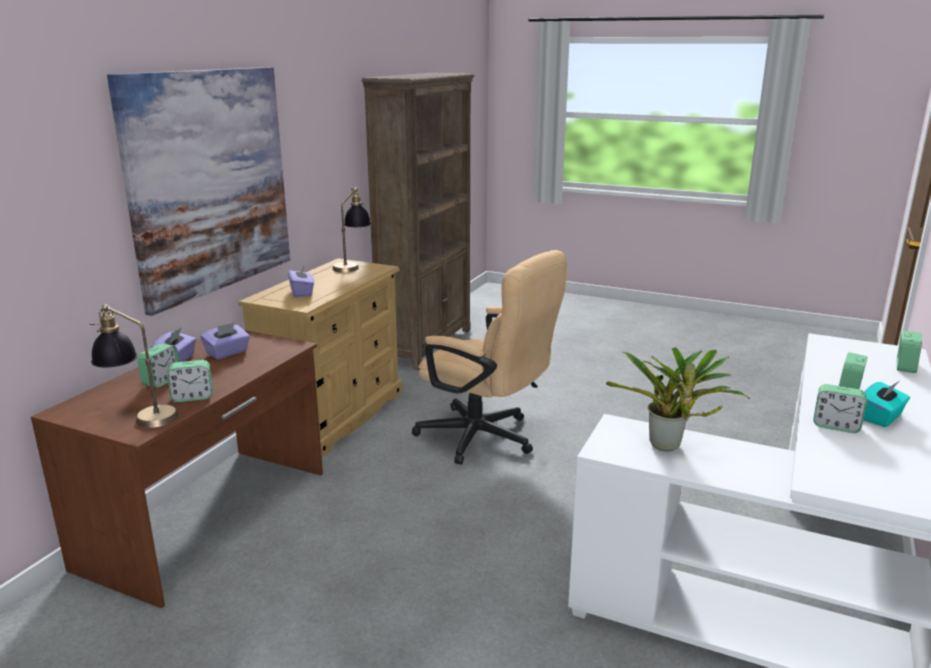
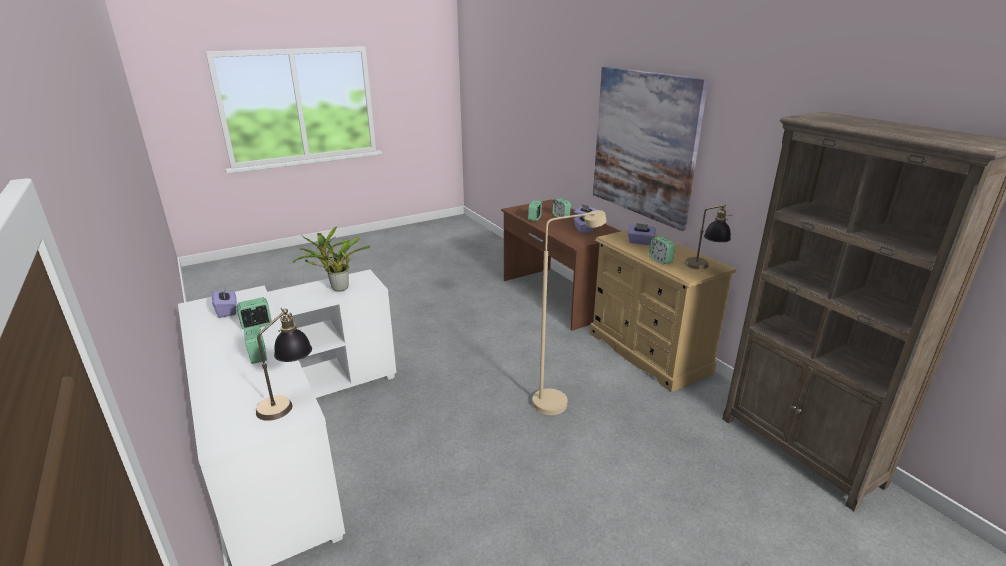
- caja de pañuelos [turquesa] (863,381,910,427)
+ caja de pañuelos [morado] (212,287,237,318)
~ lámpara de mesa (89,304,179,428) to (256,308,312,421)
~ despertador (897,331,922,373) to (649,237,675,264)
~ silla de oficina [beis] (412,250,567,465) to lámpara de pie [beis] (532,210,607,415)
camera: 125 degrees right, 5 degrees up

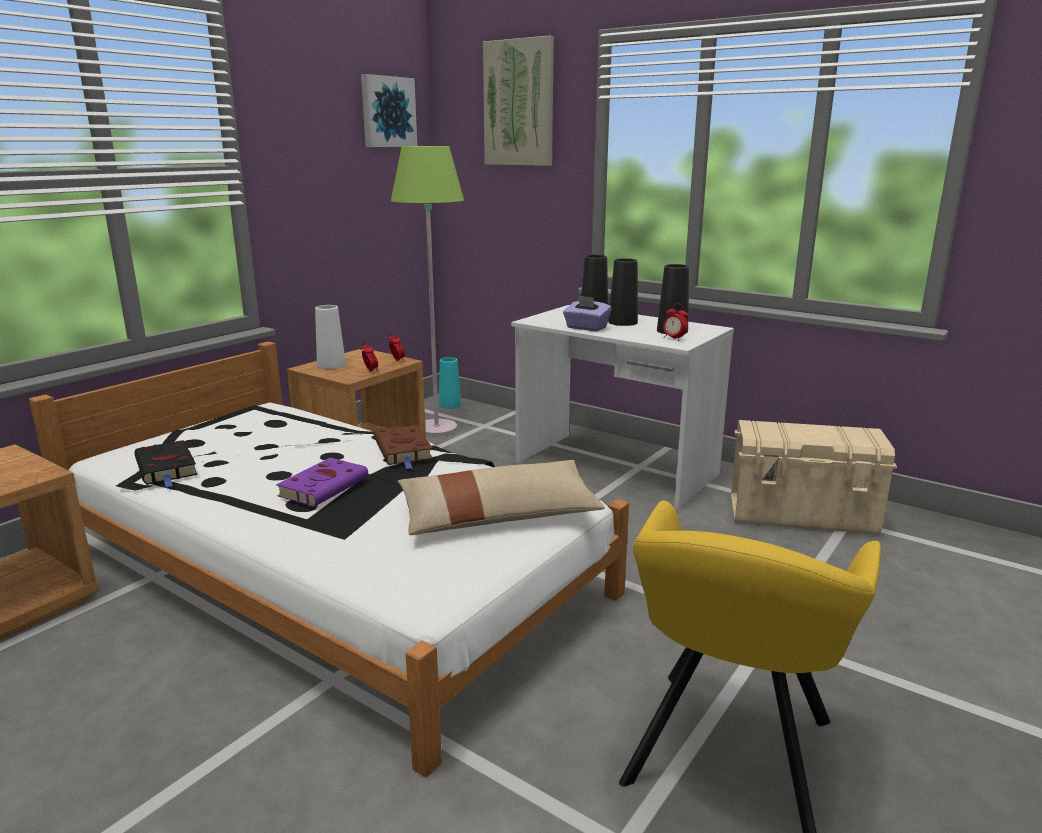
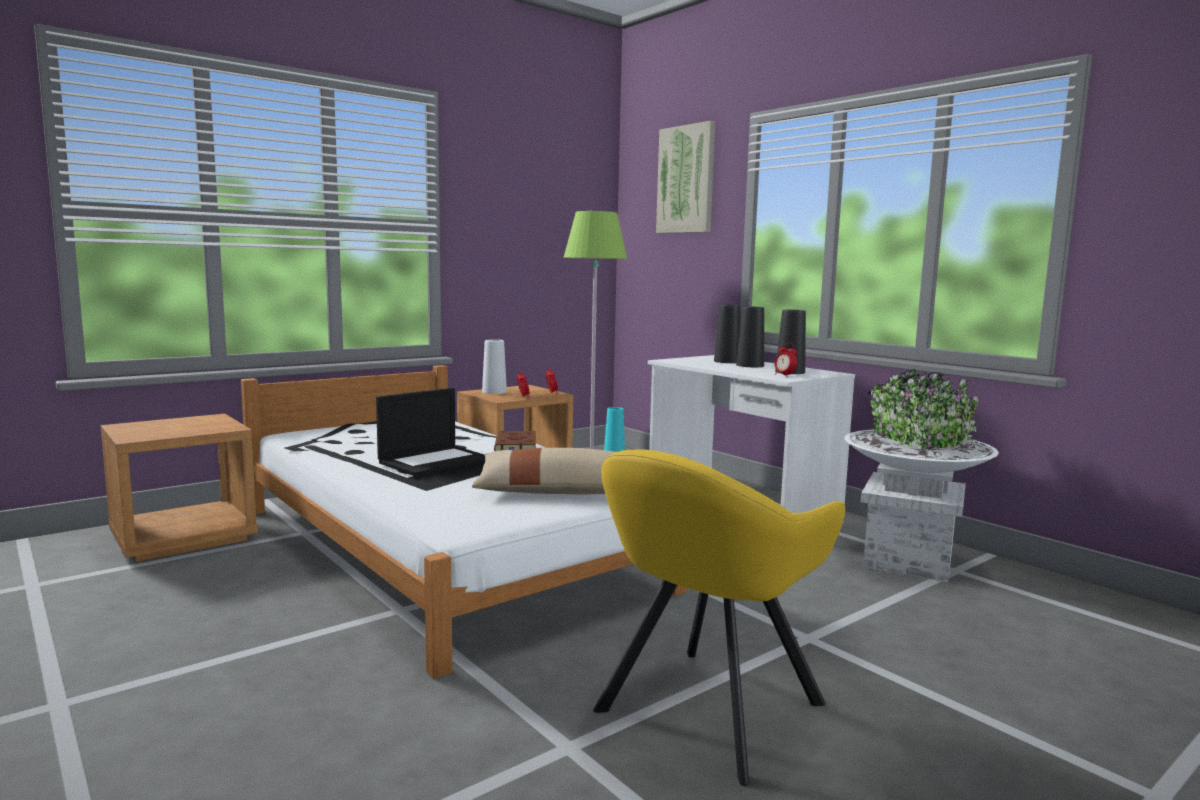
- libro [negro] (134,440,197,488)
- cuadro (361,74,417,147)
- caja de pañuelos [morado] (563,295,612,331)
~ libro [morado] (276,458,368,507) to portátil (376,388,485,476)
~ caja de almacenaje [beis] (731,420,897,534) to maceta [blanco] (844,369,999,582)
camera: 15 degrees right, 10 degrees down

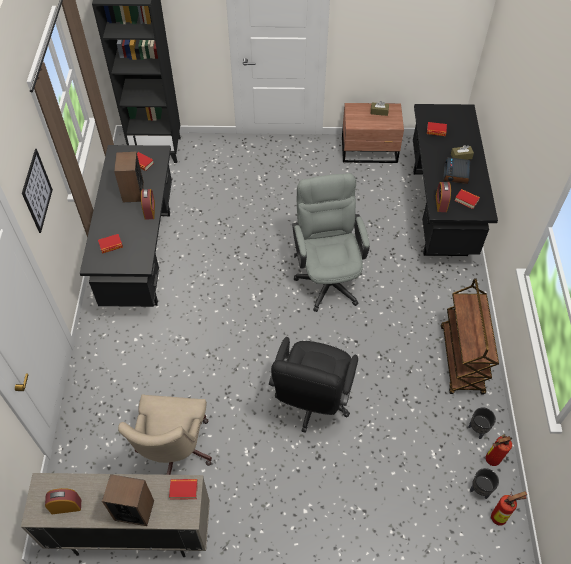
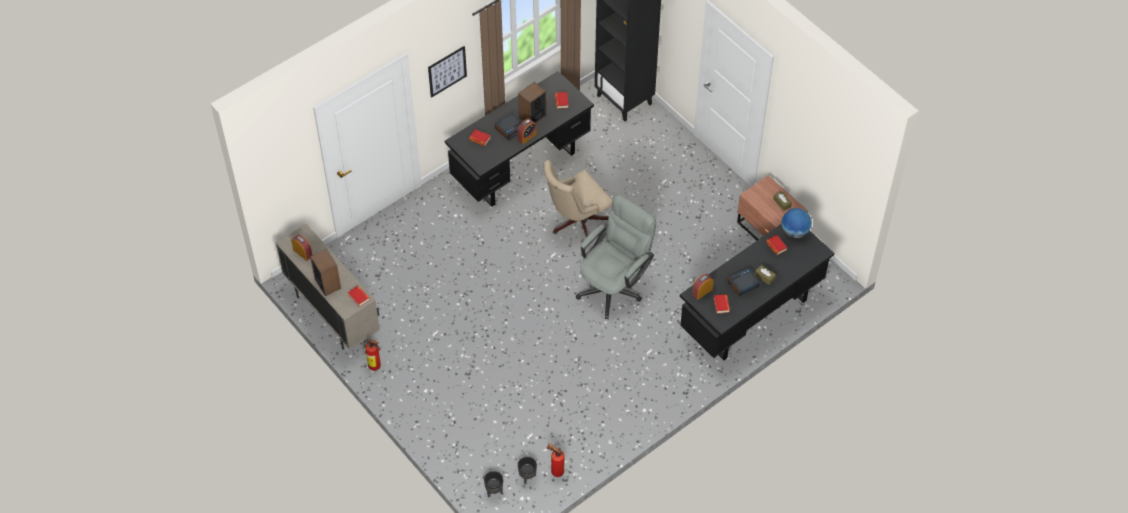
- silla de oficina [negro] (269,337,358,433)
- carrito [marrón] (441,278,499,395)
+ despertador (495,113,523,141)
+ globo terráqueo (781,208,812,238)
~ silla de oficina [beis] (118,394,212,475) to (543,160,612,238)
~ maceta [negro] (468,408,496,439) to (484,471,503,497)
~ extintor (491,491,527,526) to (365,339,381,371)
camera: 50 degrees right, 0 degrees up

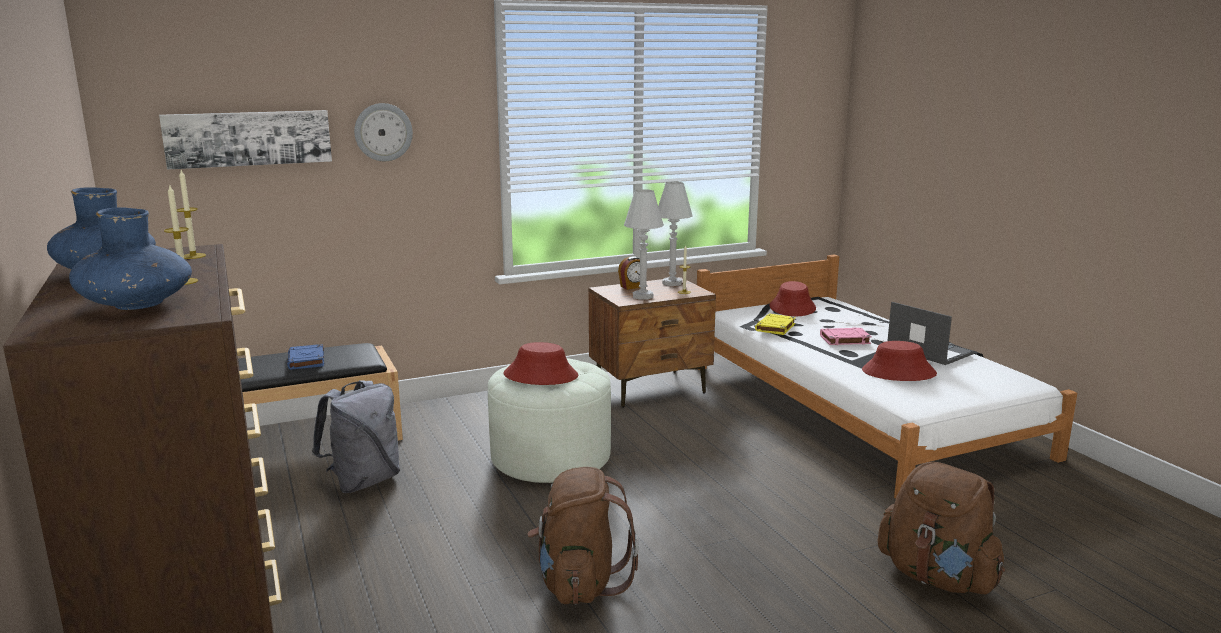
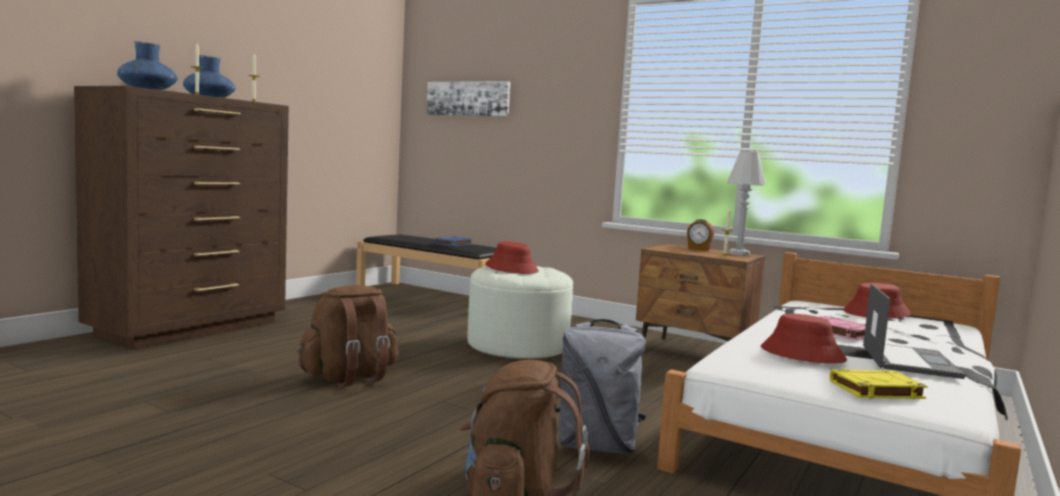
- reloj de pared (354,103,413,161)
- lámpara de mesa [blanco] (624,189,664,300)
~ mochila [gris] (312,380,400,493) to (556,319,646,453)
~ libro [amarillo] (755,314,796,335) to (830,369,927,399)
camera: 55 degrees right, 10 degrees down

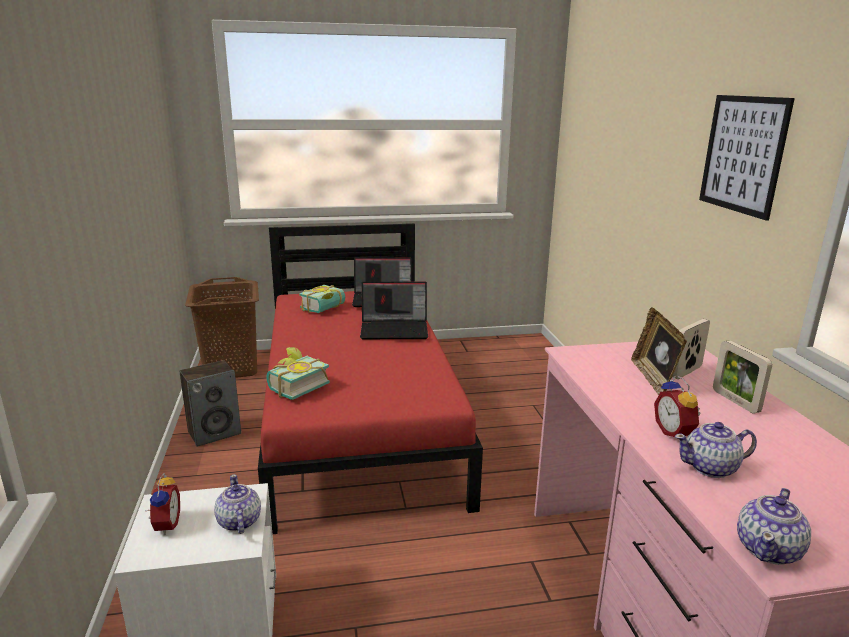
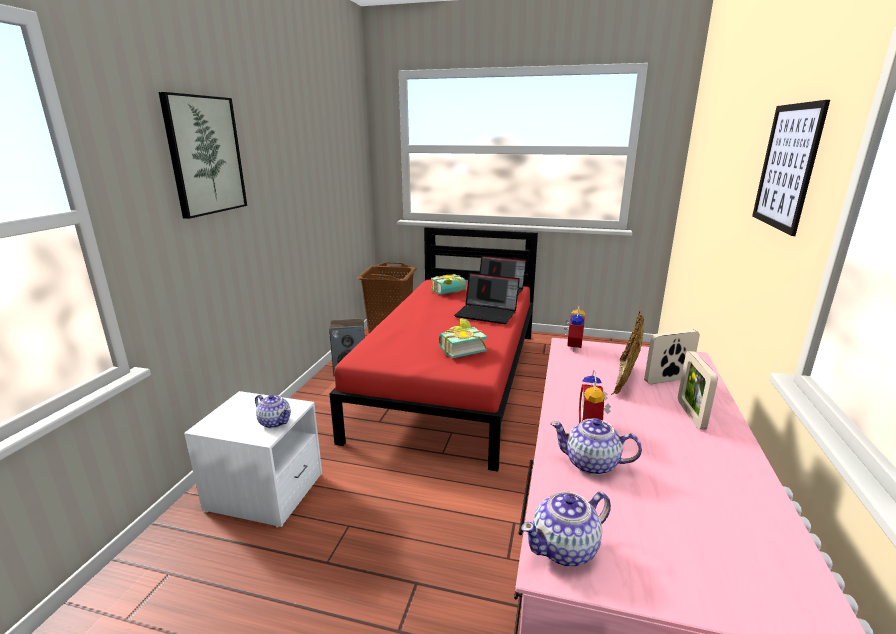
+ cuadro (159,92,247,219)
~ despertador (146,473,180,535) to (563,305,585,351)
~ libro (266,347,330,400) to (439,319,487,358)
~ tetera (214,474,261,534) = (255,394,291,428) 120 degrees clockwise
camera: 25 degrees right, 0 degrees up

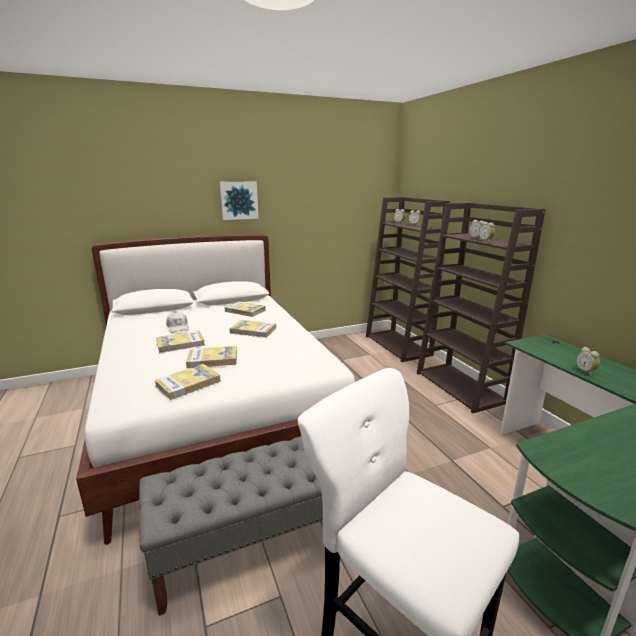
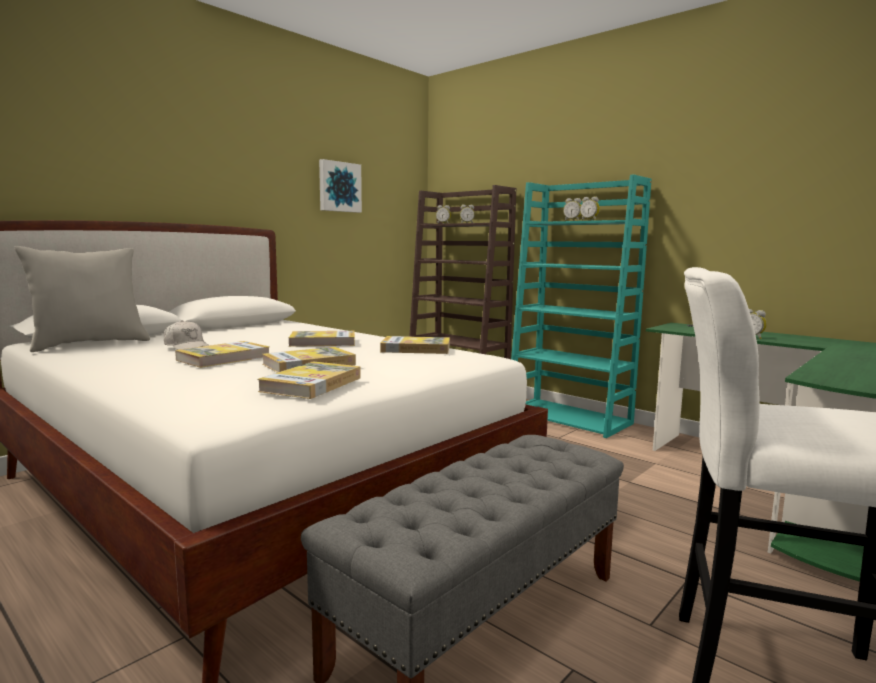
+ cojín [gris] (14,246,150,352)
~ cuadro (219,182,259,220) to (319,159,362,213)
~ libro (225,301,266,317) to (380,336,450,354)
~ estantería [marrón] (417,203,546,413) to estantería [turquesa] (511,174,652,438)
camera: 25 degrees left, 10 degrees down

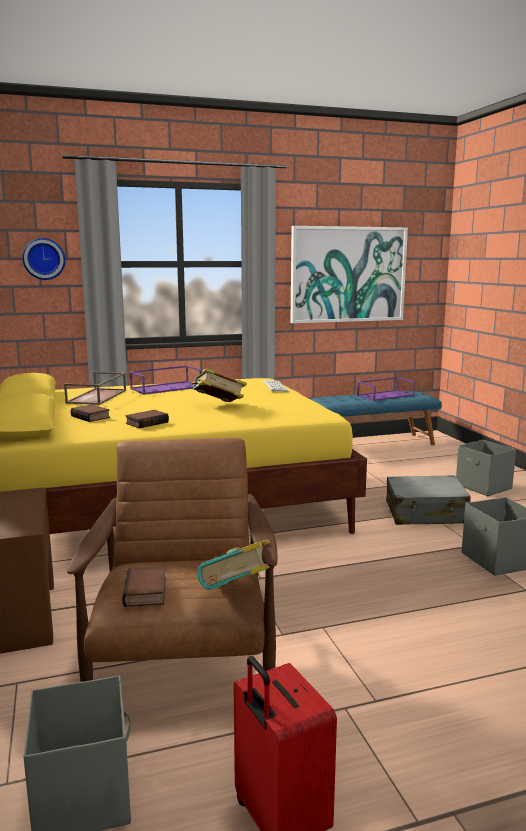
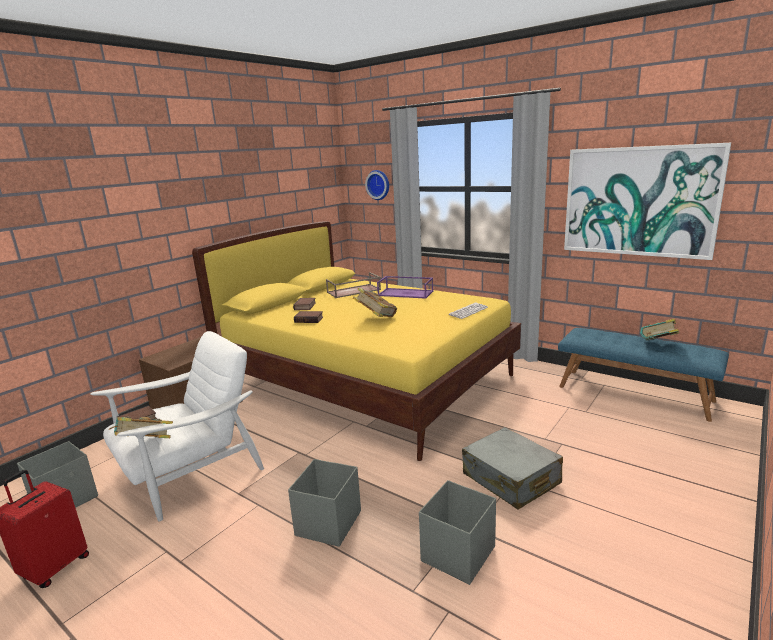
~ caja de almacenaje [gris] (456,440,516,496) to (288,459,361,547)
~ bandeja [morado] (357,377,415,401) to libro (640,318,679,340)
~ sillón [marrón] (67,438,278,682) to sillón [blanco] (90,331,264,521)
camera: 55 degrees right, 5 degrees up

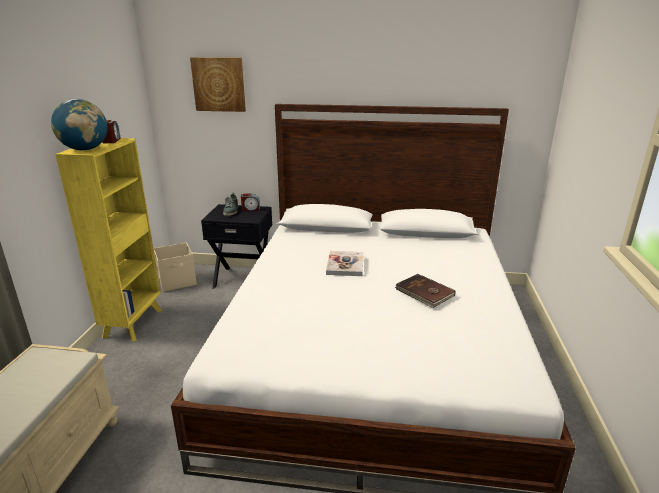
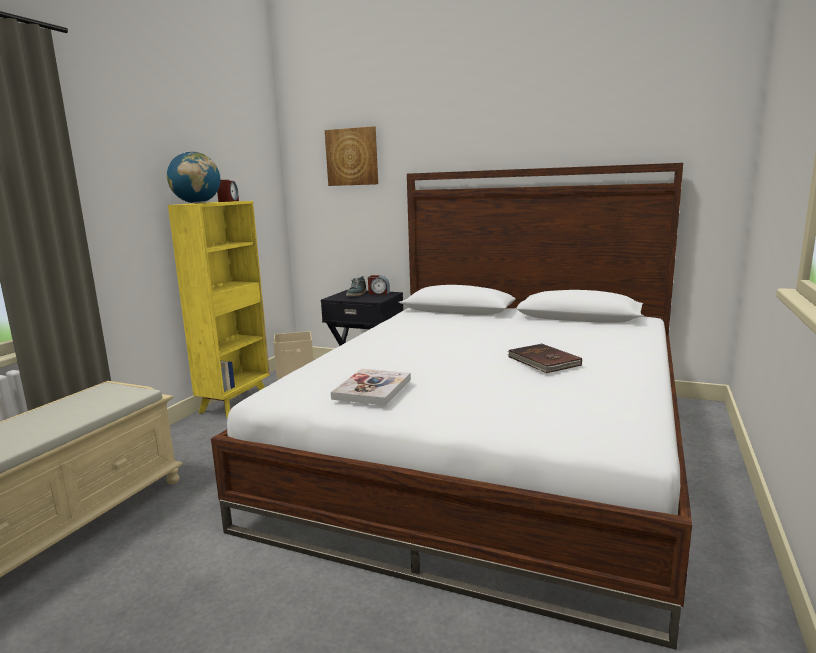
~ libro (326,251,364,276) to (331,369,411,405)
camera: 15 degrees right, 10 degrees down

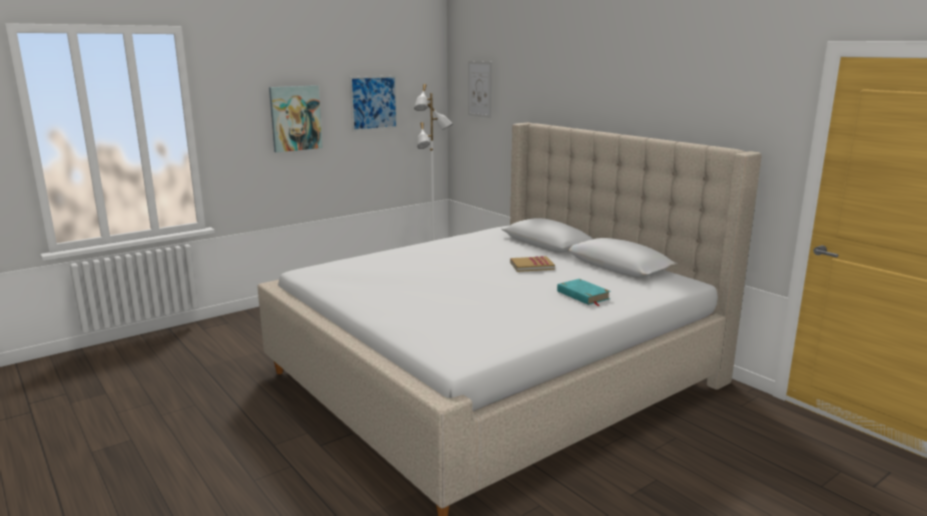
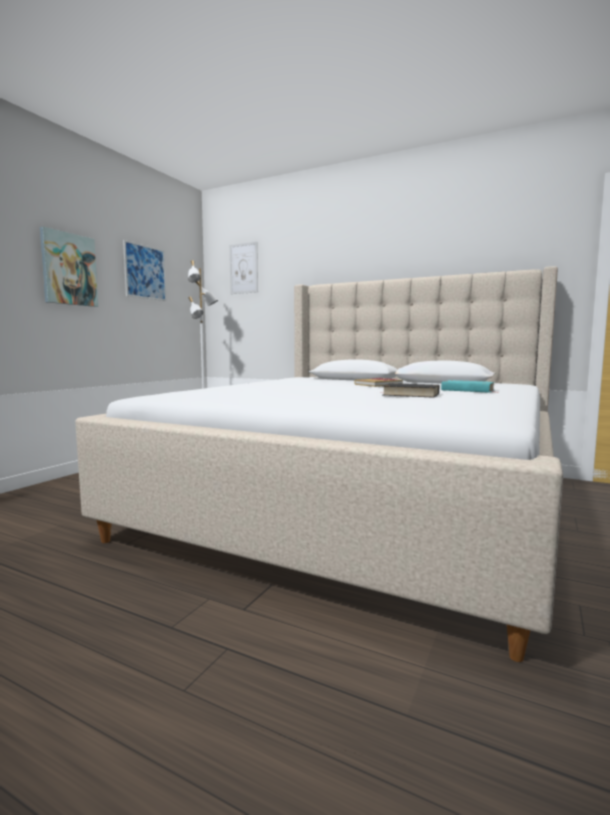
+ libro [negro] (382,383,439,398)
camera: 25 degrees left, 10 degrees down

